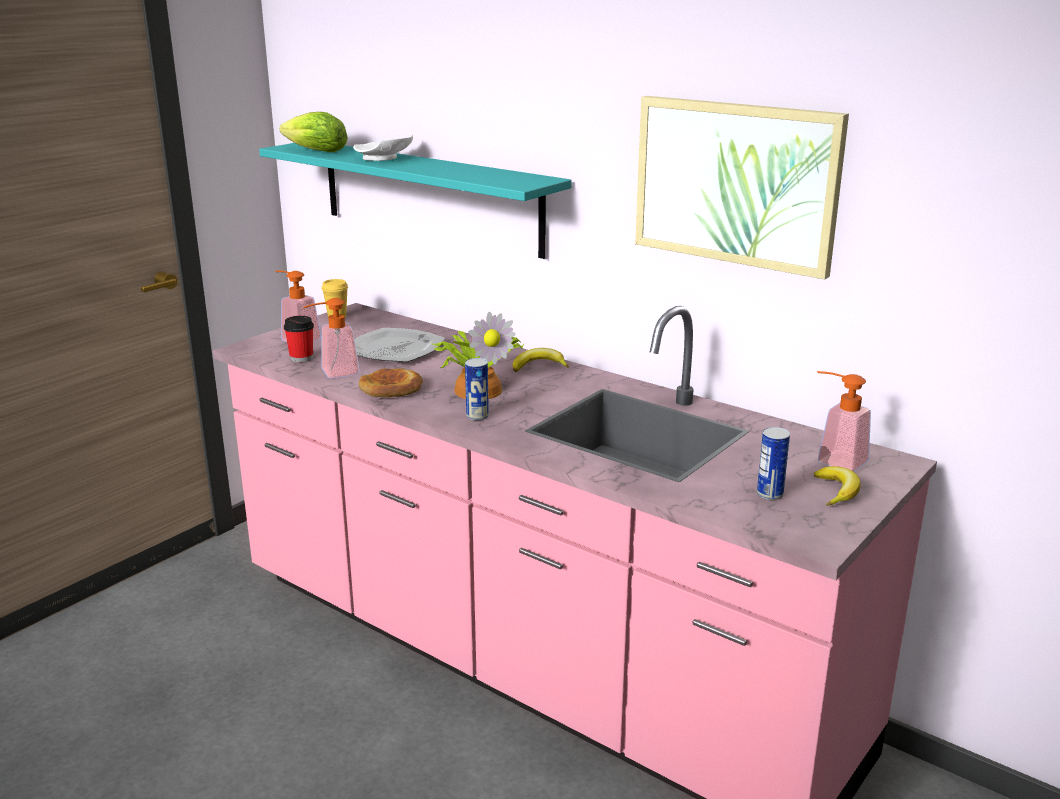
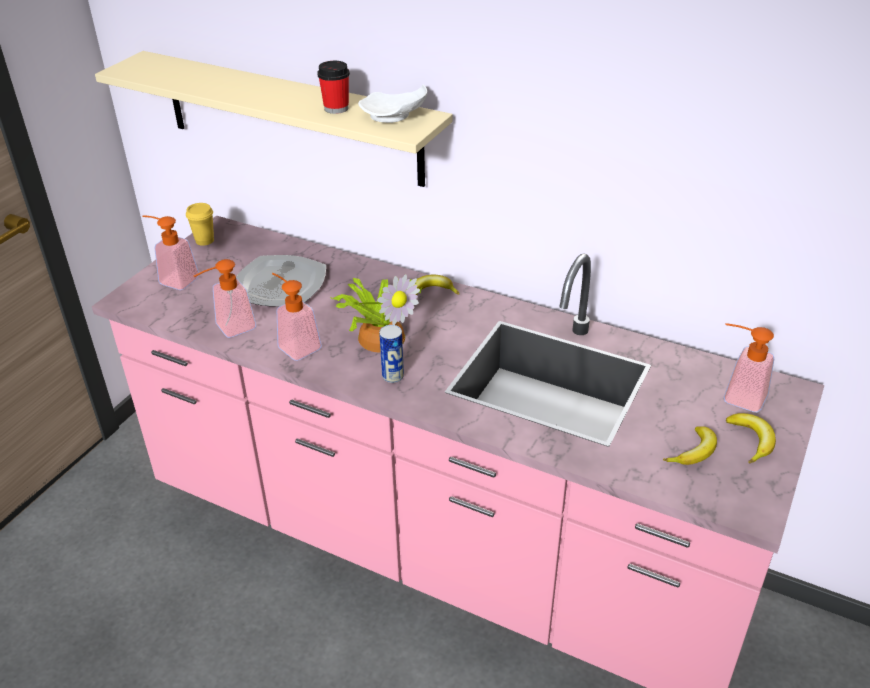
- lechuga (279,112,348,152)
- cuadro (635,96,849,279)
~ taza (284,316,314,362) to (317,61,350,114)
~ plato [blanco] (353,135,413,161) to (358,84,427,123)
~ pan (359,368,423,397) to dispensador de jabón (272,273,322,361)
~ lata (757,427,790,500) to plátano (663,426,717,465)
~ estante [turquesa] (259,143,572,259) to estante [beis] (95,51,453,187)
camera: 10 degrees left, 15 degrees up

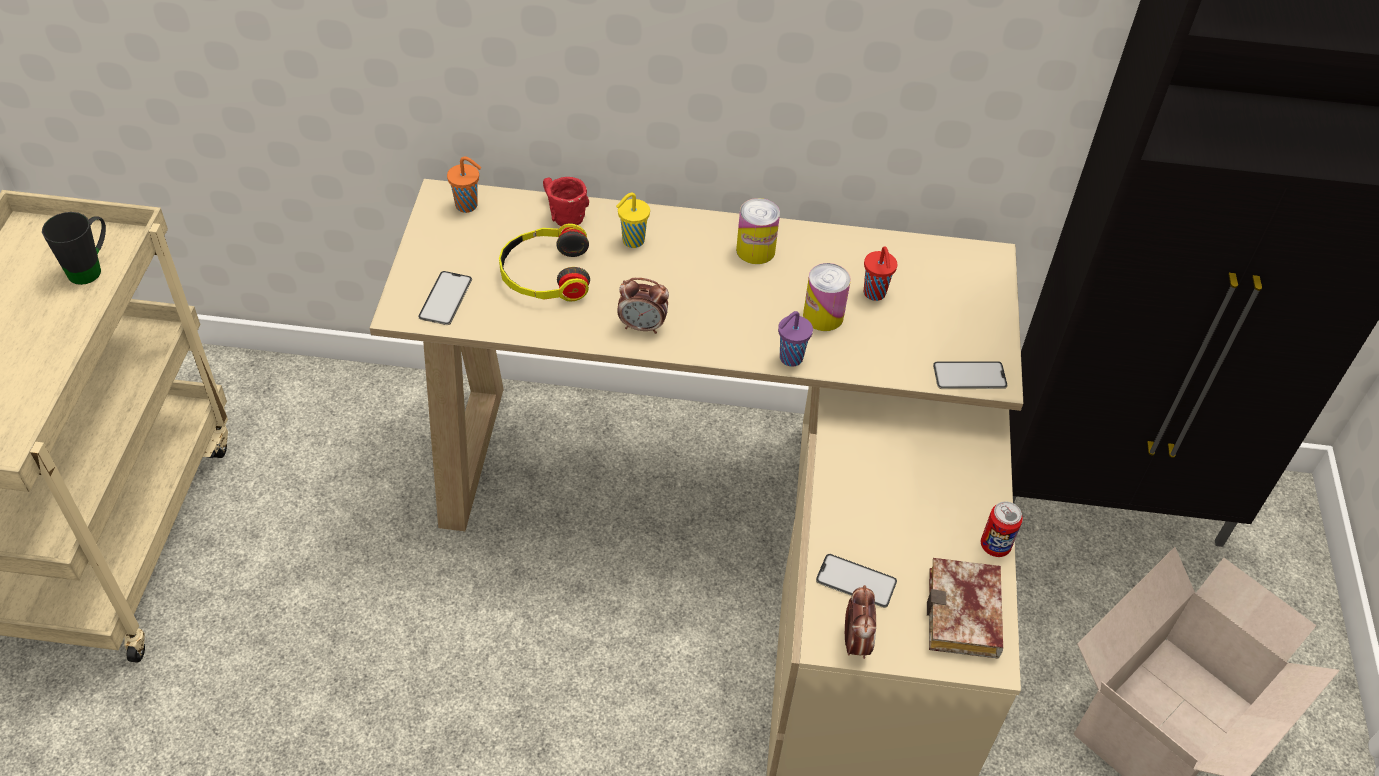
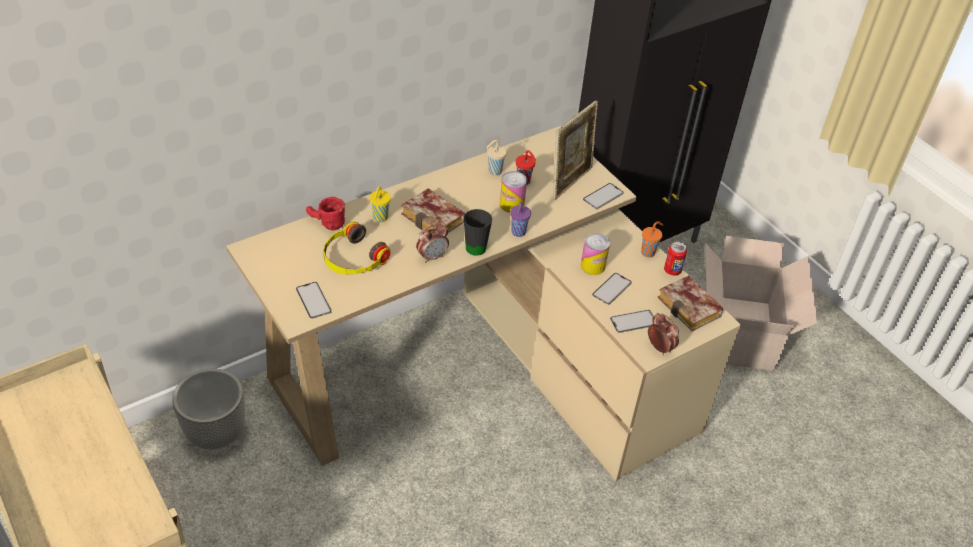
+ maceta (172,368,245,449)
+ libro (401,188,465,233)
+ taza [beis] (486,140,507,175)
+ portarretratos (553,101,598,200)
+ móvil (592,273,632,305)
~ taza grande [negro] (42,212,106,285) to (464,209,492,256)
~ taza [naranja] (447,156,481,213) to (641,221,663,257)
~ lata (736,198,780,264) to (581,233,610,275)
camera: 40 degrees left, 5 degrees down

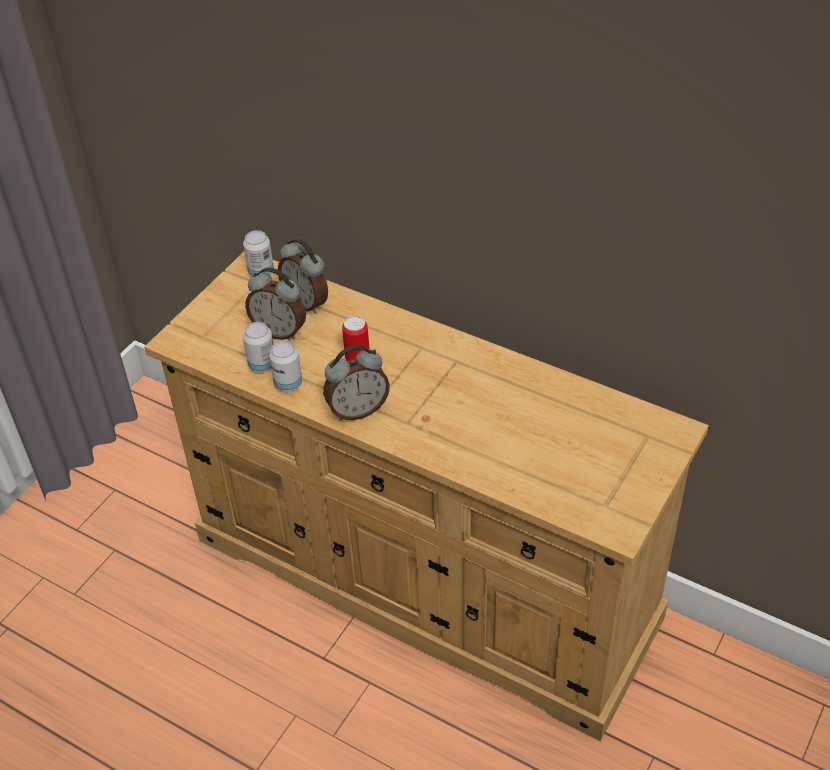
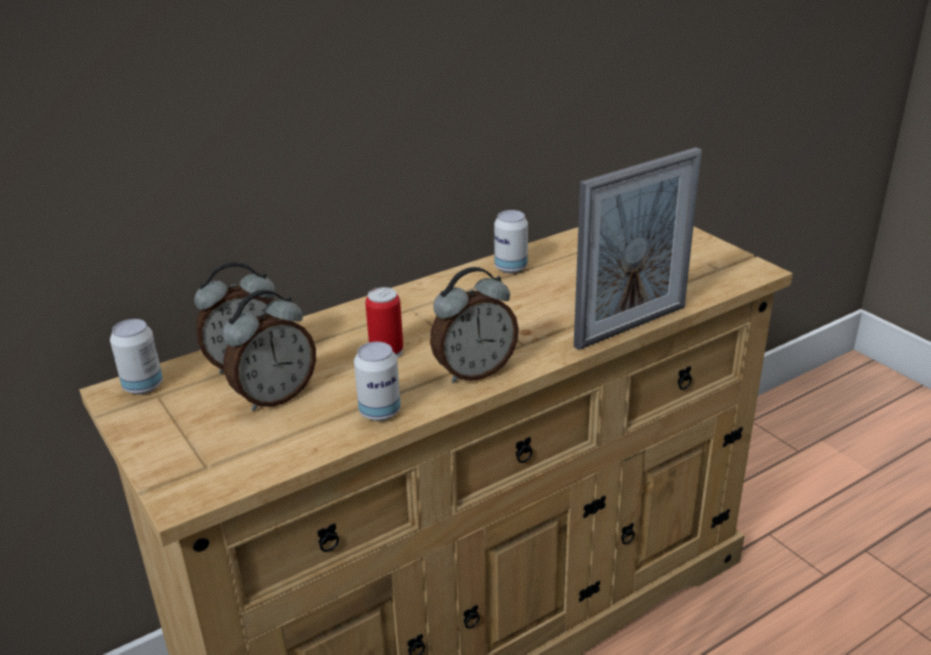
+ portarretratos (574,147,702,350)
~ lata (243,322,273,372) to (494,210,528,273)
~ despertador (323,345,390,420) = (430,267,519,383) 60 degrees clockwise
camera: 65 degrees left, 15 degrees down

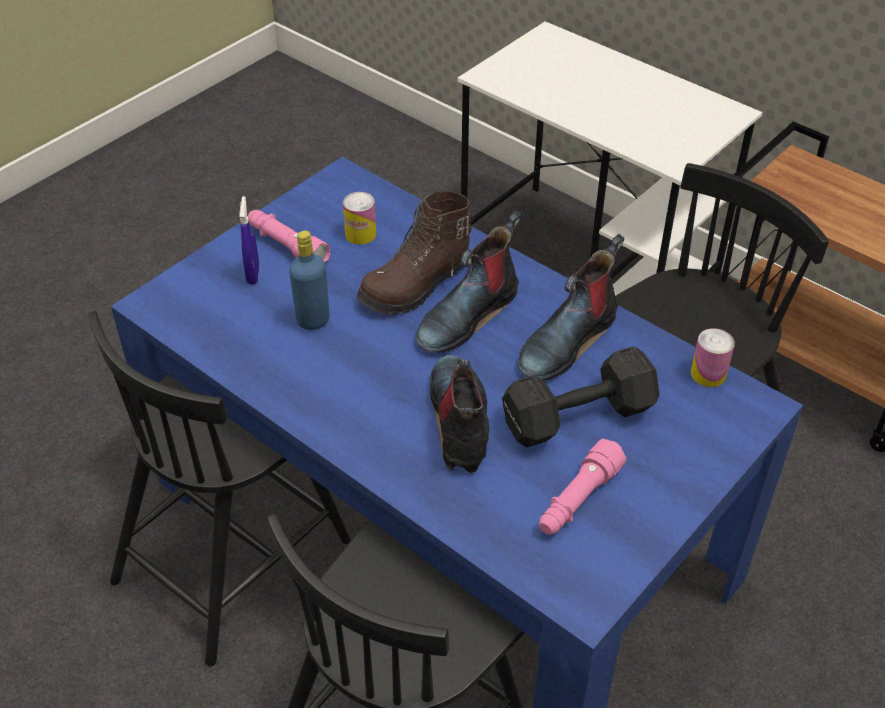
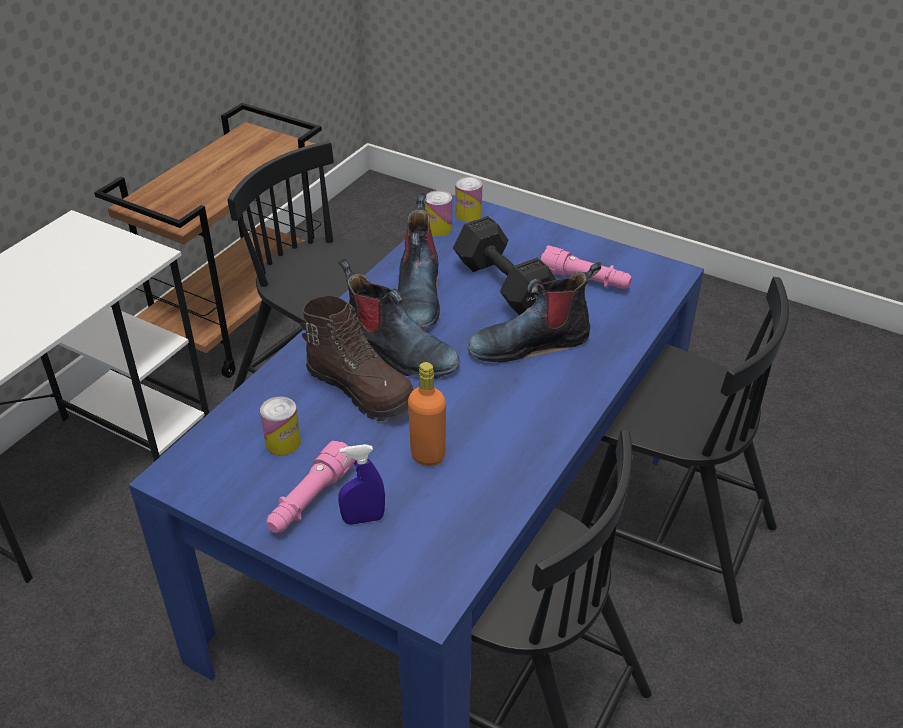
+ lata (455,177,482,222)
~ botella [azul] (289,231,330,330) to botella [naranja] (408,362,446,466)
~ bota (518,234,624,380) = (397,192,440,329) 60 degrees clockwise
camera: 100 degrees left, 5 degrees down

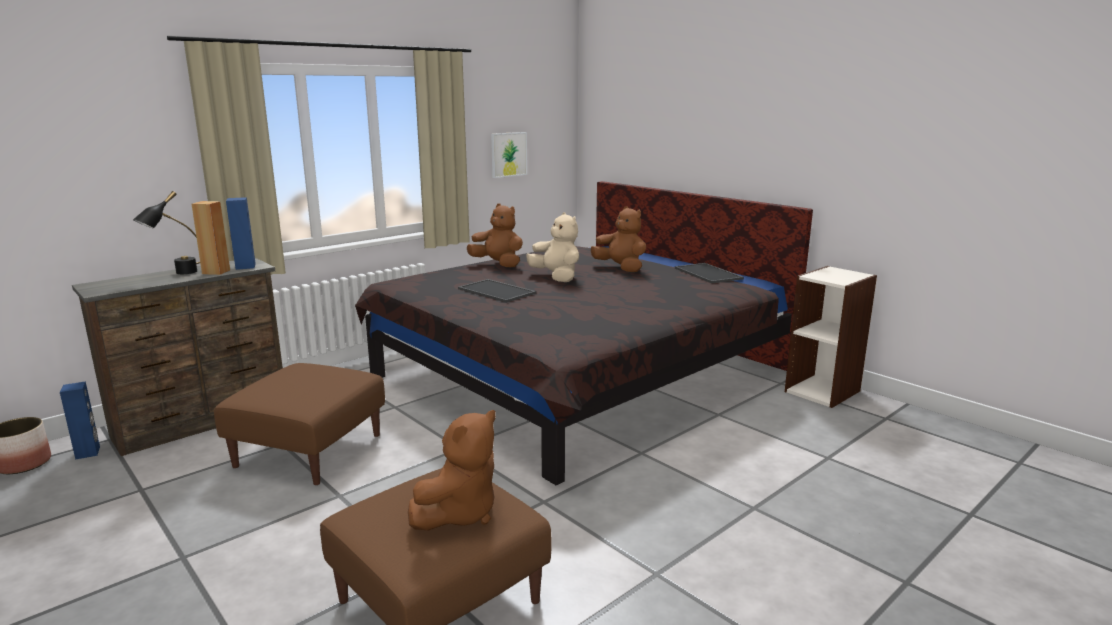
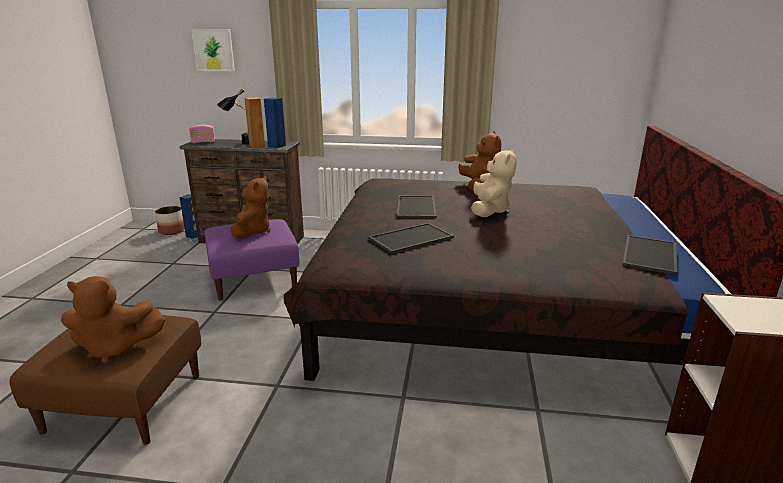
+ radio (189,125,215,143)
+ bandeja (368,223,454,254)
~ cuadro (491,132,527,178) to (191,29,235,71)
~ peluche [marrón] (591,206,646,272) to (231,176,271,239)
~ puf [marrón] (214,363,385,485) to puf [morado] (205,219,299,300)
camera: 50 degrees right, 5 degrees up

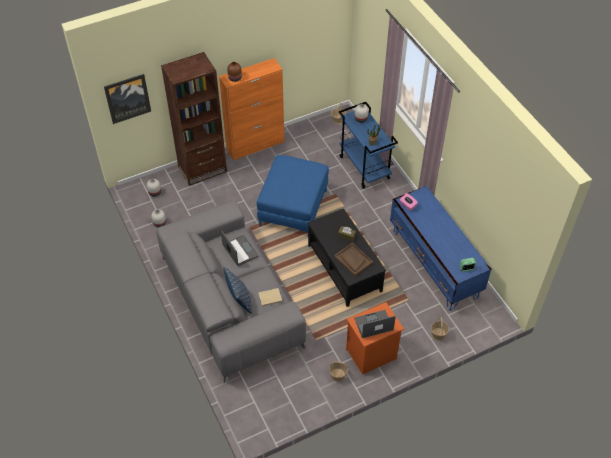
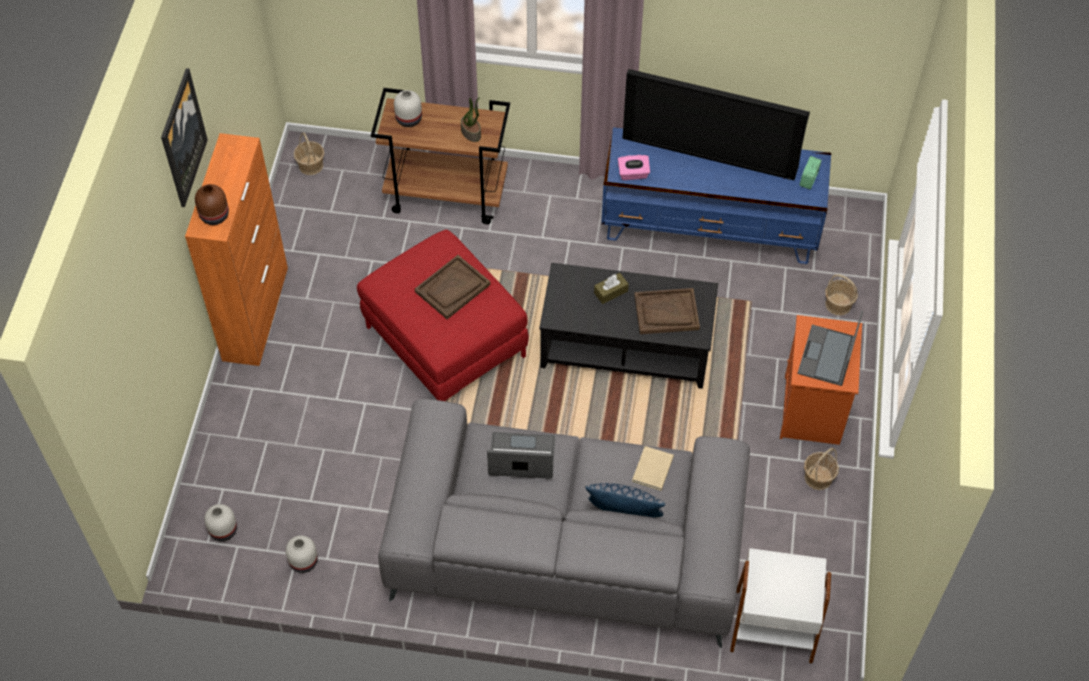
- estantería [marrón] (161,52,227,186)
+ bandeja [marrón] (415,255,490,319)
+ televisor (622,69,810,180)
+ mesa auxiliar [blanco] (730,548,831,664)
~ cuadro (104,74,151,124) to (161,68,208,207)
~ puf [azul] (257,155,329,232) to puf [rojo] (357,230,529,401)
~ carrito [azul] (339,102,398,189) to carrito [marrón] (371,88,510,224)
camera: 55 degrees left, 5 degrees up

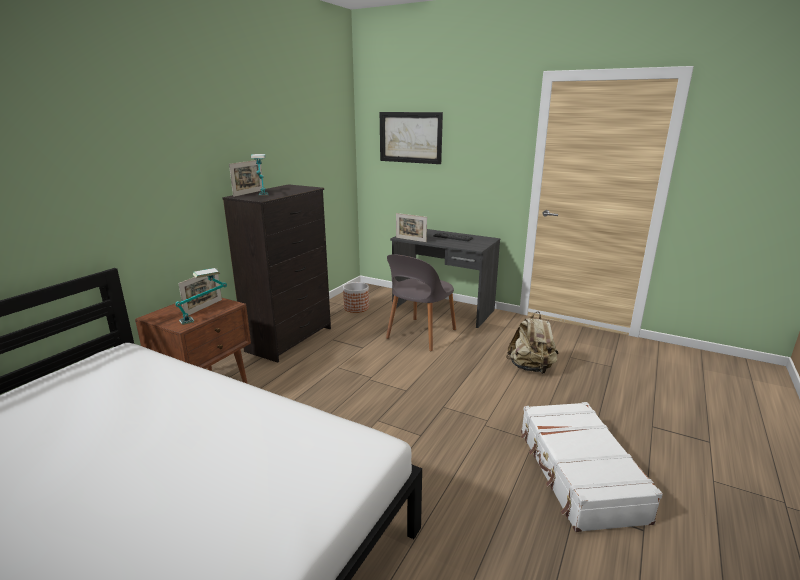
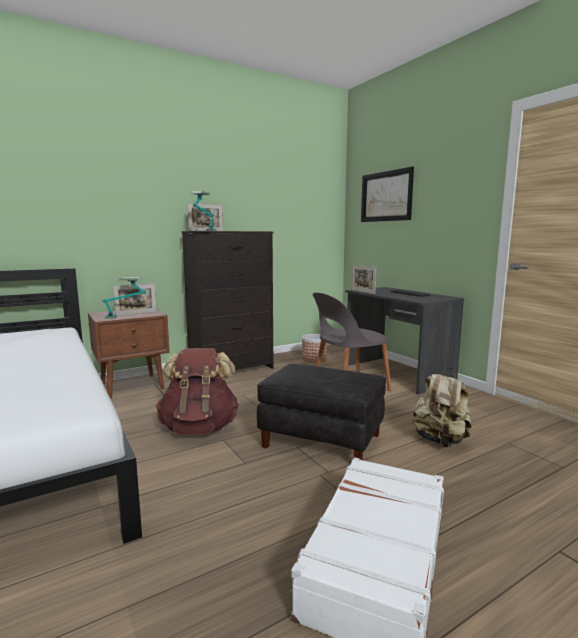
+ mochila [marrón] (156,348,239,435)
+ puf [negro] (257,364,386,460)
camera: 30 degrees right, 10 degrees down

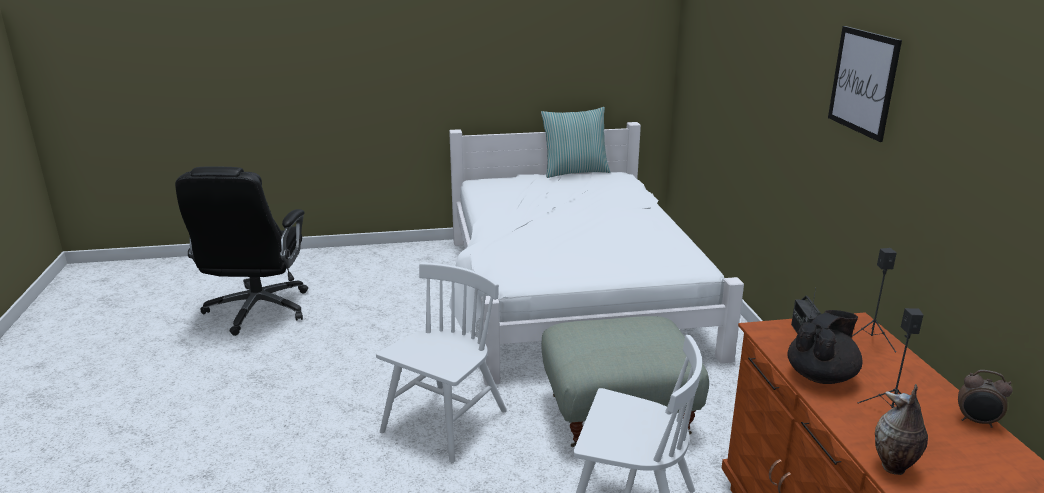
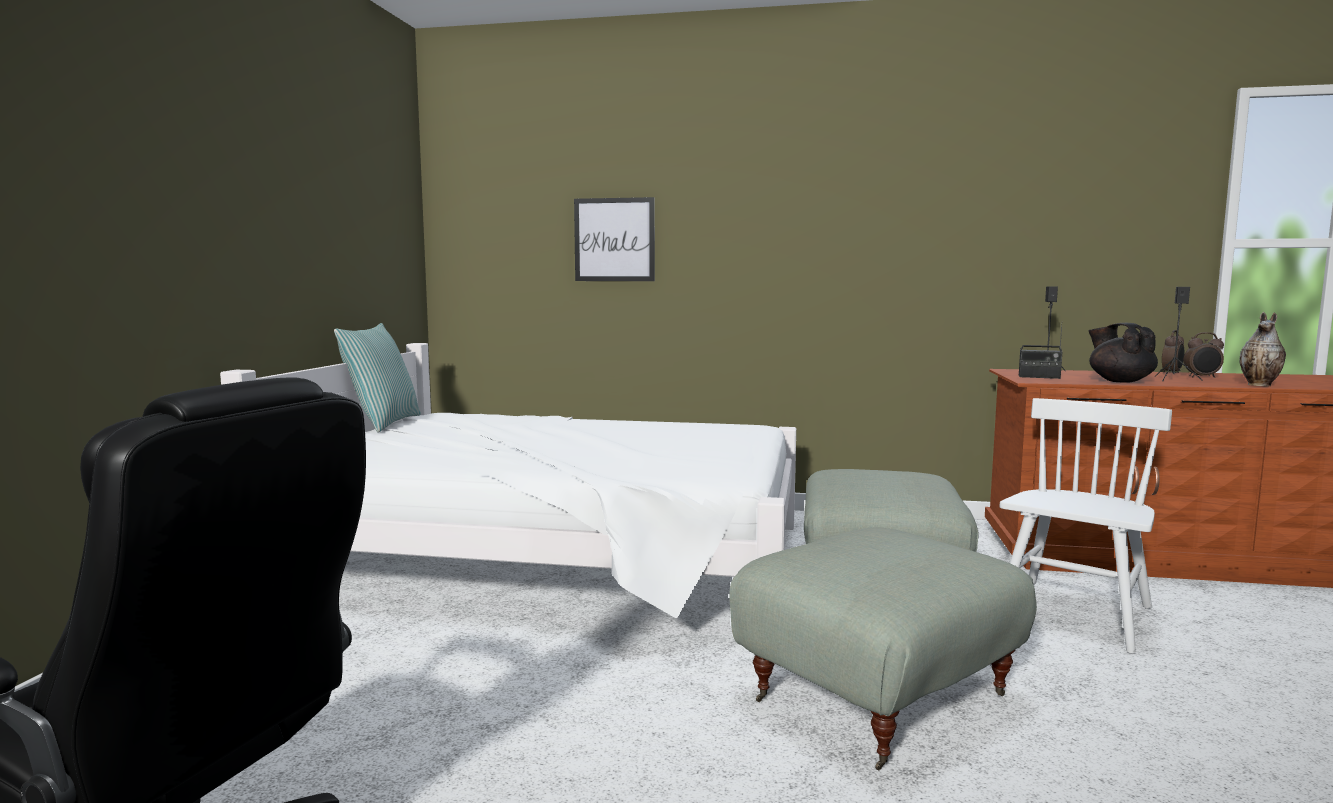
+ despertador (1184,332,1224,378)
~ cuadro (828,26,902,142) to (574,197,655,281)
~ silla [blanco] (376,263,507,463) to puf [gris] (729,527,1037,770)
camera: 70 degrees left, 15 degrees down

